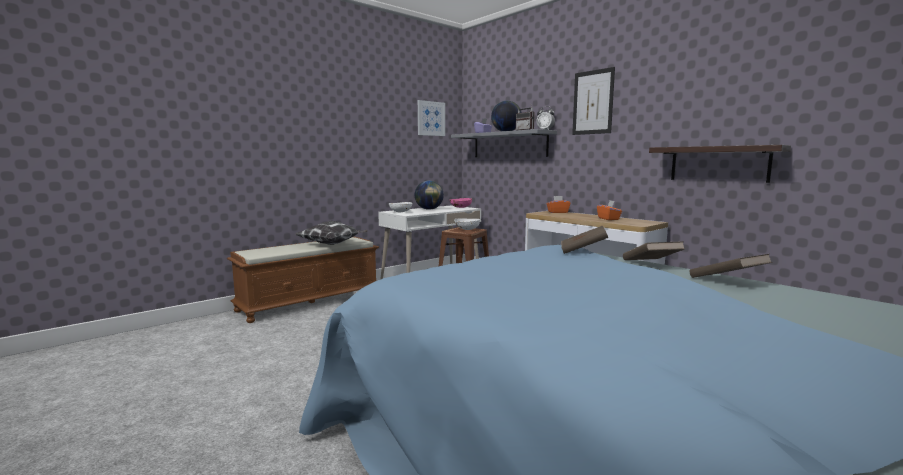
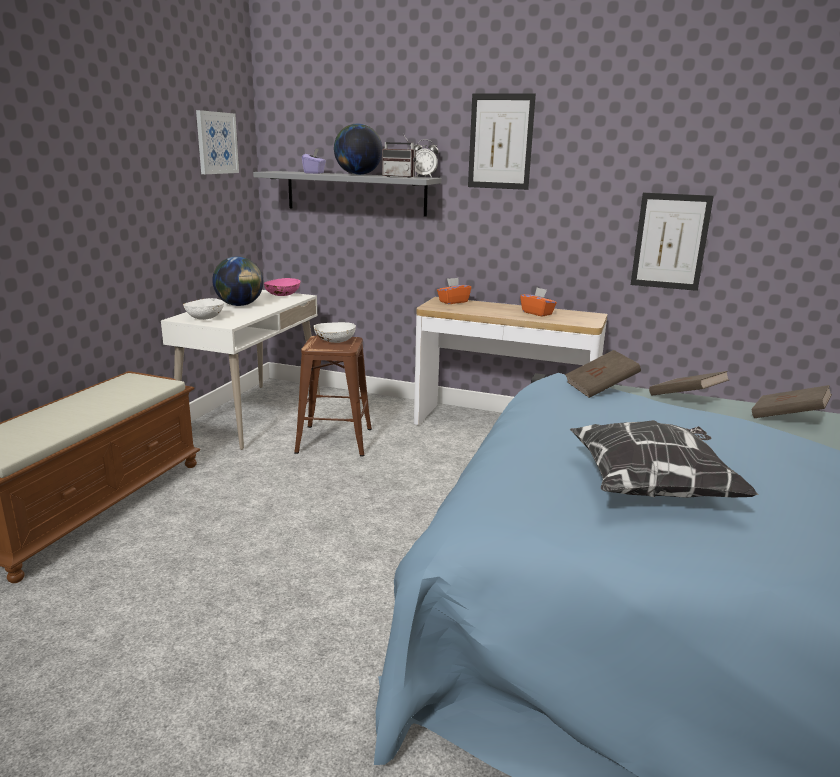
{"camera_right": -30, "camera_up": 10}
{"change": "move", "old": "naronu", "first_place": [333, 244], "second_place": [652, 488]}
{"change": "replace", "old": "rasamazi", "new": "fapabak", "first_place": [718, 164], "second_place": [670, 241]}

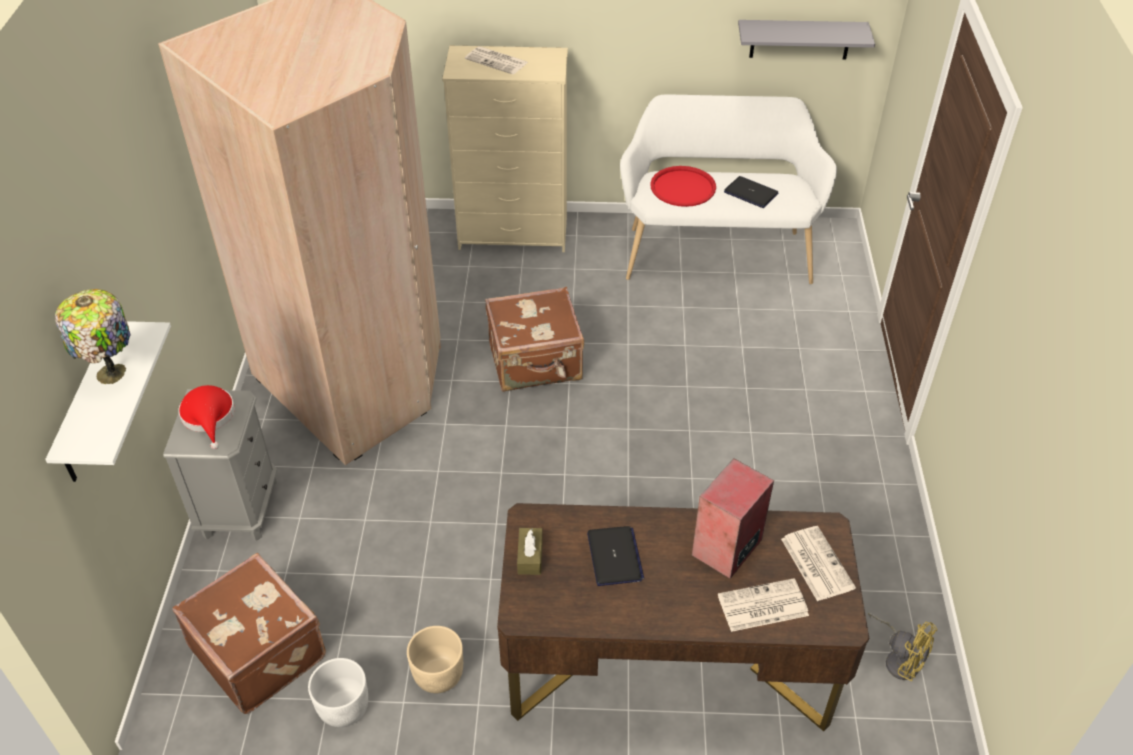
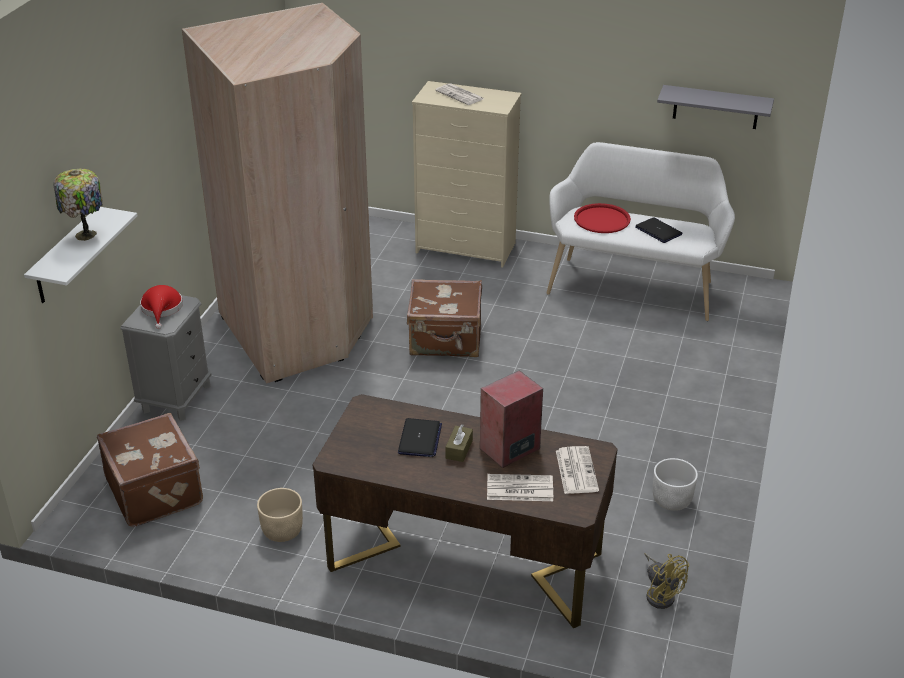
{"camera_right": 15, "camera_up": -10}
{"change": "move", "old": "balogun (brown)", "first_place": [530, 556], "second_place": [459, 449]}
{"change": "move", "old": "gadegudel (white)", "first_place": [343, 707], "second_place": [671, 500]}

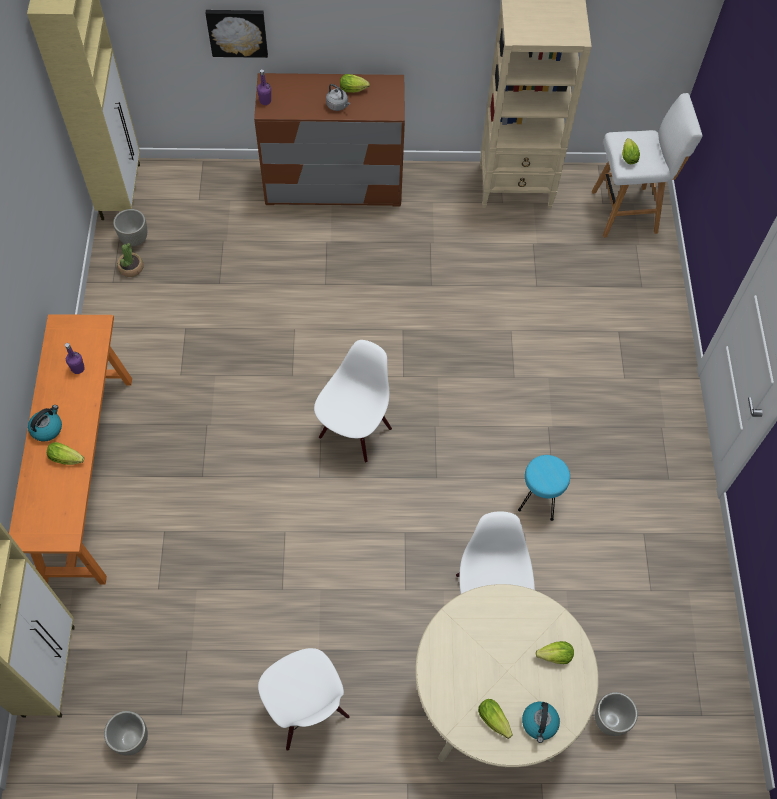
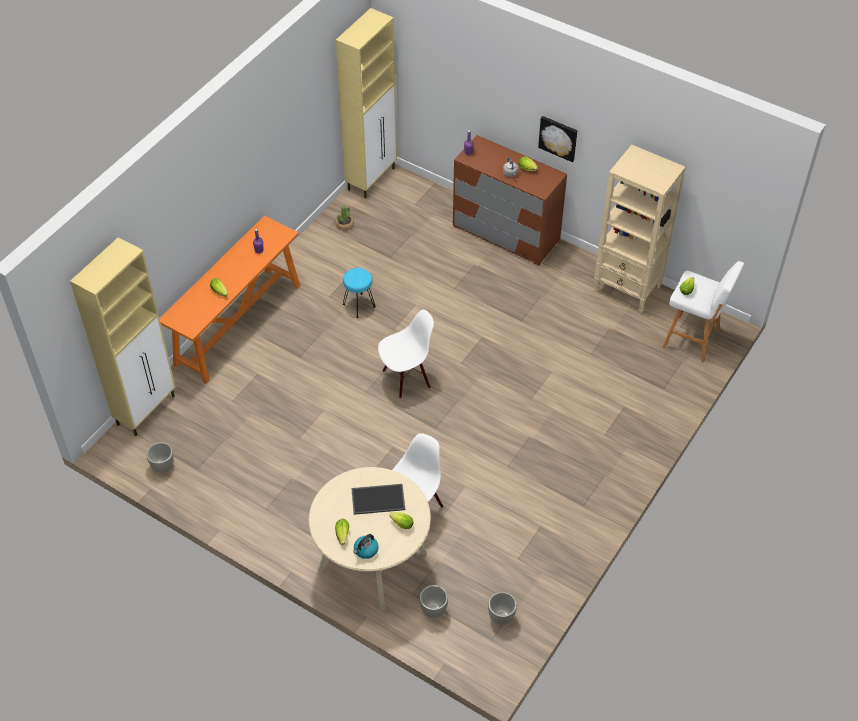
{"camera_right": 35, "camera_up": -10}
{"change": "move", "old": "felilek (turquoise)", "first_place": [538, 499], "second_place": [359, 305]}
{"change": "insert", "new": "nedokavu", "second_place": [378, 498]}
{"change": "move", "old": "gadegudel (grey)", "first_place": [134, 239], "second_place": [501, 617]}
{"change": "move", "old": "fapabak", "first_place": [237, 31], "second_place": [558, 137]}
{"change": "delete", "old": "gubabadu", "first_place": [47, 428]}
{"change": "delete", "old": "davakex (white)", "first_place": [306, 710]}

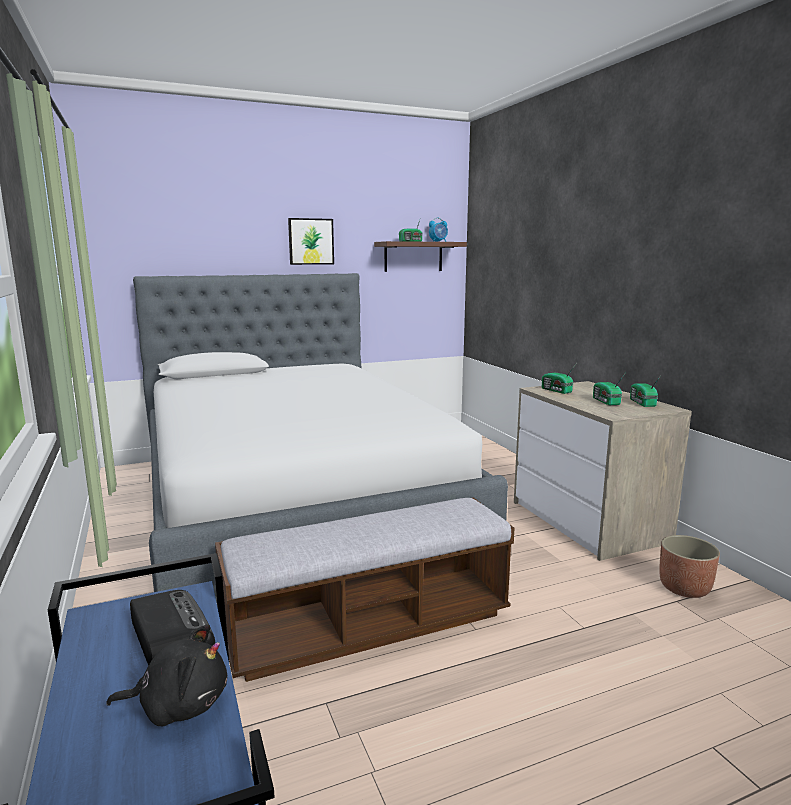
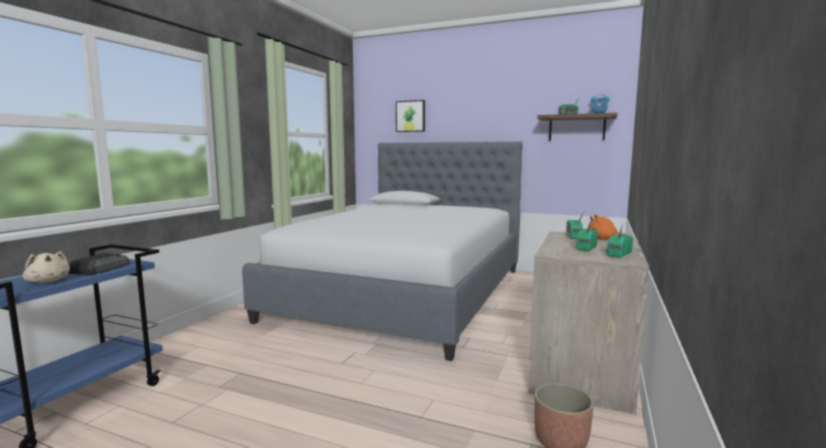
{"camera_right": 45, "camera_up": -5}
{"change": "recolor", "old": "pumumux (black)", "new": "pumumux (beige)", "first_place": [179, 705], "second_place": [48, 281]}
{"change": "move", "old": "fapabak", "first_place": [311, 241], "second_place": [410, 116]}
{"change": "insert", "new": "pumumux (orange)", "second_place": [603, 239]}
{"change": "delete", "old": "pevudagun", "first_place": [370, 626]}

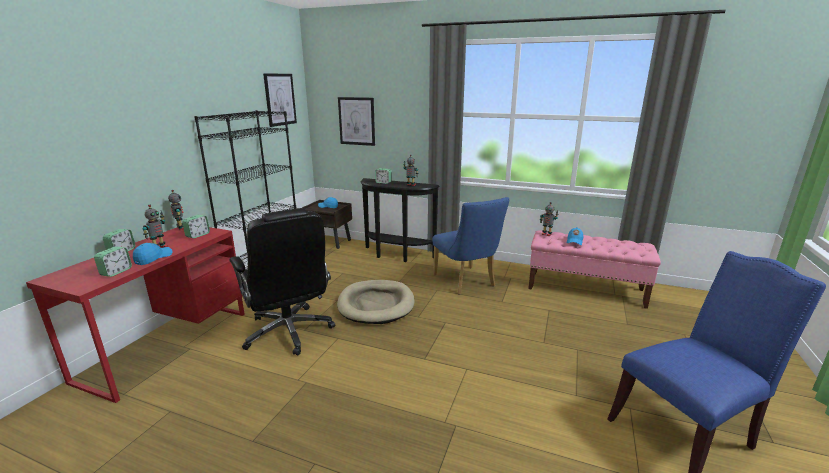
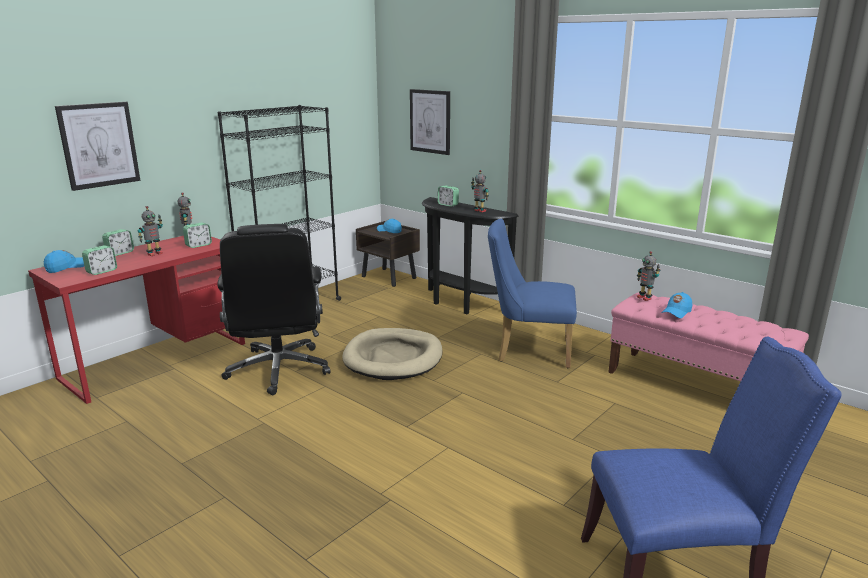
{"camera_right": 20, "camera_up": 0}
{"change": "move", "old": "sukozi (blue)", "first_place": [153, 258], "second_place": [66, 267]}
{"change": "move", "old": "fapabak", "first_place": [280, 99], "second_place": [99, 145]}
{"change": "rotate", "old": "davakex (blue)", "first_place": [466, 282], "second_place": [528, 351], "degrees": 105}

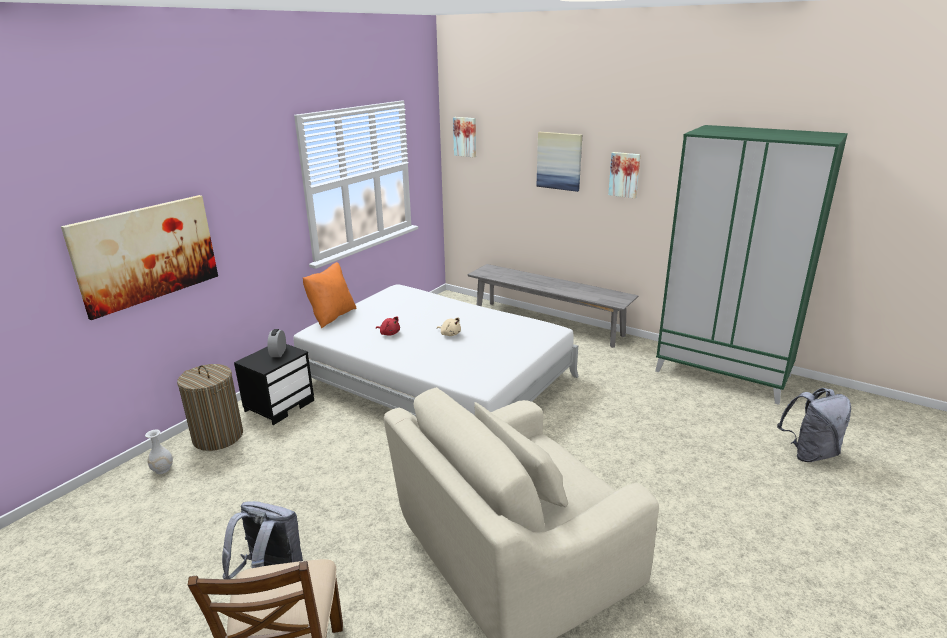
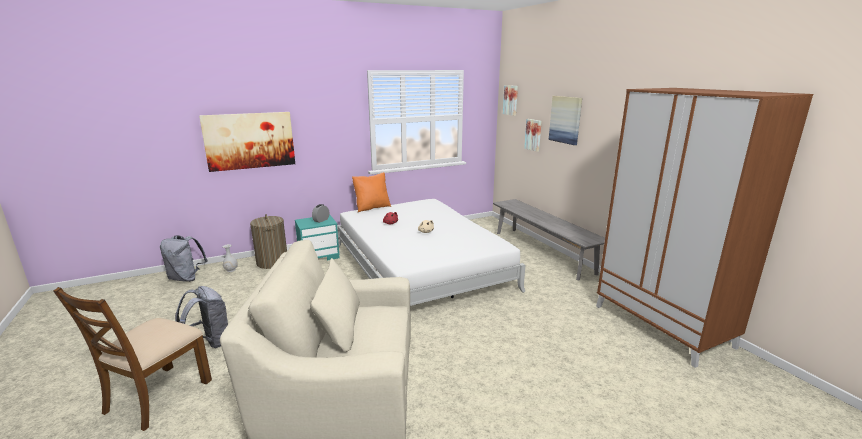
{"camera_right": 30, "camera_up": -5}
{"change": "move", "old": "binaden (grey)", "first_place": [809, 453], "second_place": [186, 278]}
{"change": "recolor", "old": "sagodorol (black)", "new": "sagodorol (turquoise)", "first_place": [280, 405], "second_place": [319, 255]}
{"change": "move", "old": "fapabak", "first_place": [624, 174], "second_place": [533, 135]}
{"change": "recolor", "old": "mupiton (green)", "new": "mupiton (brown)", "first_place": [723, 373], "second_place": [662, 326]}

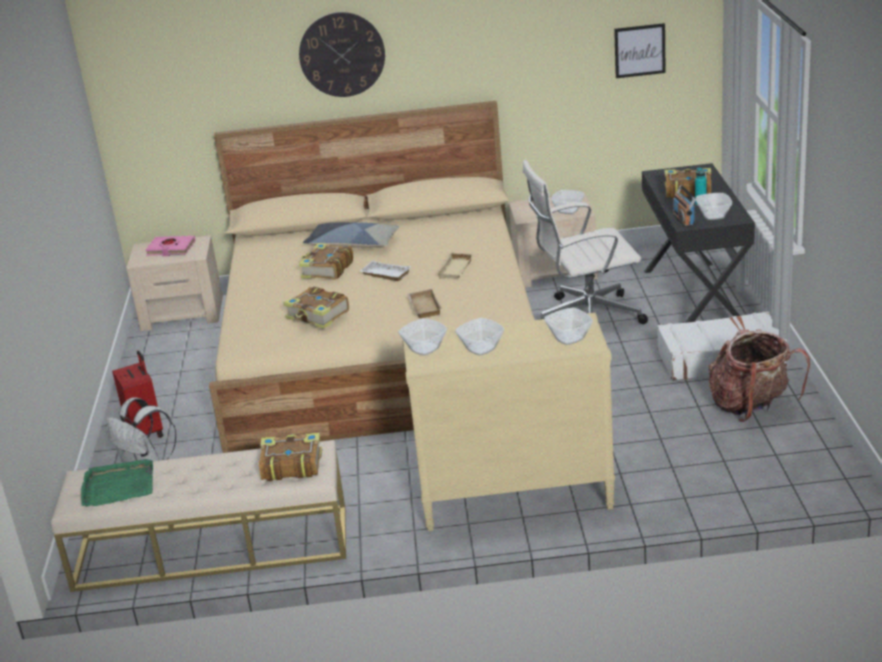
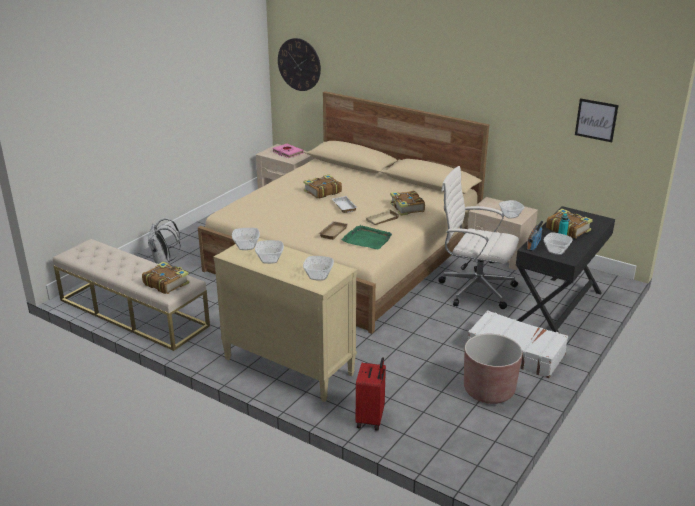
{"camera_right": 35, "camera_up": 0}
{"change": "move", "old": "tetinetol", "first_place": [342, 54], "second_place": [299, 64]}
{"change": "move", "old": "nedokavu (green)", "first_place": [118, 486], "second_place": [367, 239]}
{"change": "move", "old": "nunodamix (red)", "first_place": [146, 431], "second_place": [371, 419]}
{"change": "move", "old": "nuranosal", "first_place": [318, 316], "second_place": [406, 208]}
{"change": "replace", "old": "binaden", "new": "gadegudel (brown)", "first_place": [752, 407], "second_place": [489, 390]}
{"change": "delete", "old": "naronu", "first_place": [352, 244]}

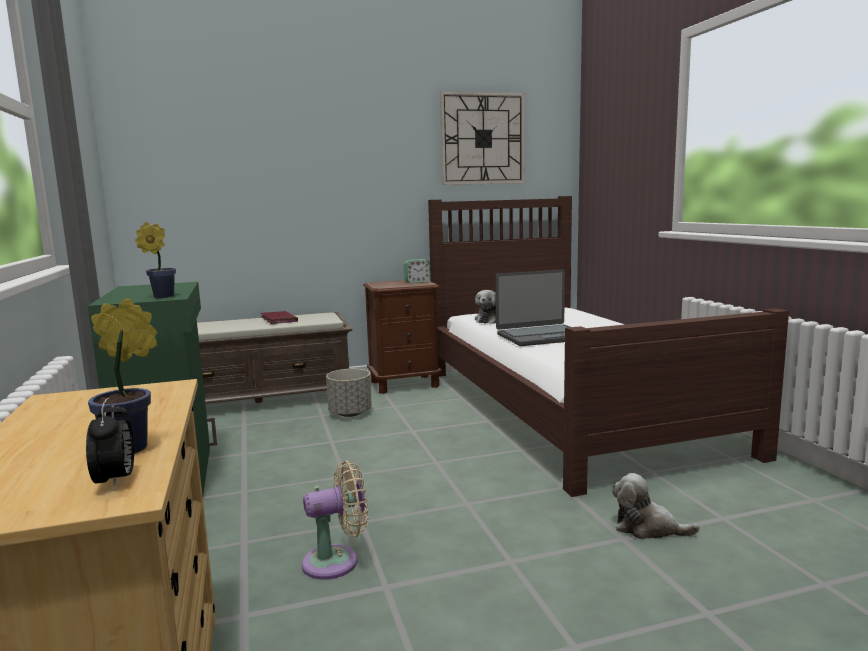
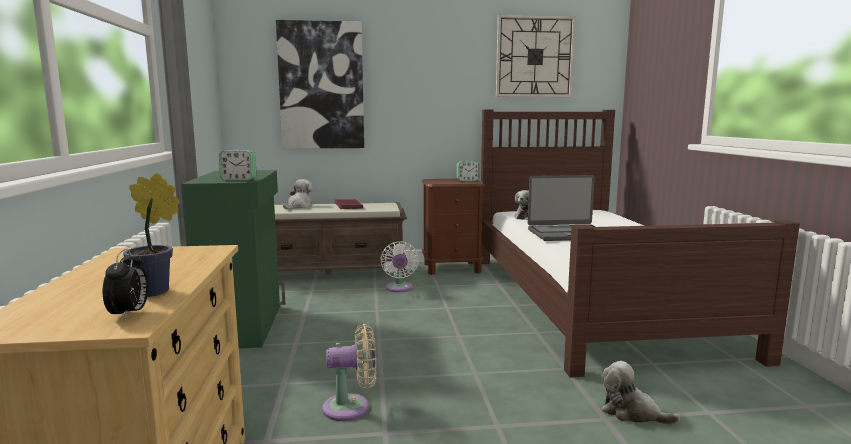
{"camera_right": 10, "camera_up": 0}
{"change": "replace", "old": "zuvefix", "new": "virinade", "first_place": [161, 296], "second_place": [239, 180]}
{"change": "insert", "new": "fapabak", "second_place": [321, 86]}
{"change": "insert", "new": "pumumux", "second_place": [299, 206]}
{"change": "replace", "old": "gadegudel (grey)", "new": "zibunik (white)", "first_place": [350, 413], "second_place": [399, 288]}

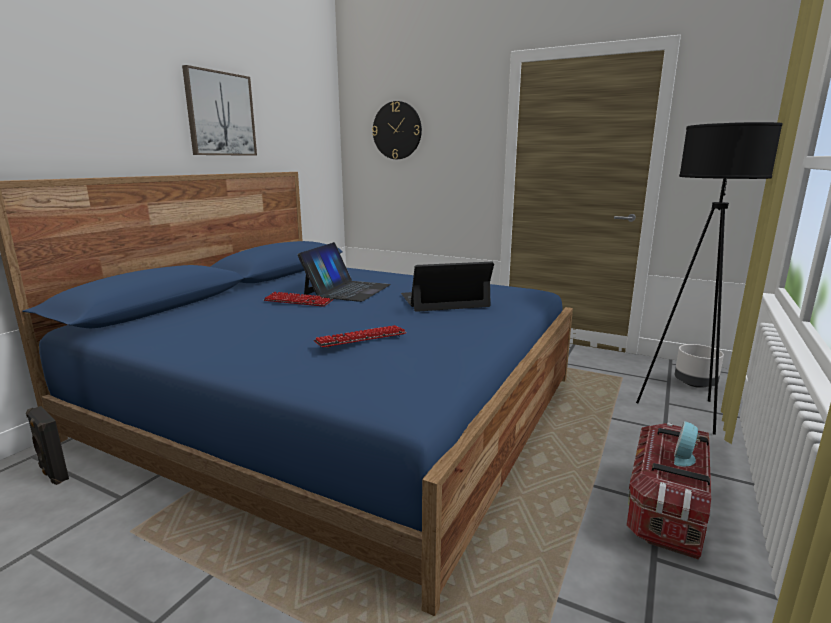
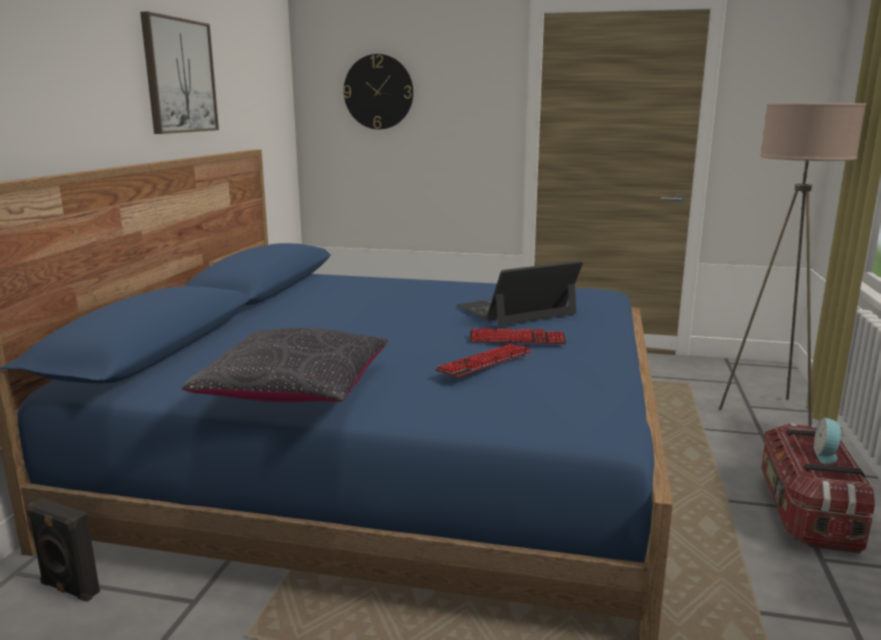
{"camera_right": -15, "camera_up": 0}
{"change": "insert", "new": "naronu (black)", "second_place": [295, 390]}
{"change": "move", "old": "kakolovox", "first_place": [298, 301], "second_place": [517, 339]}
{"change": "recolor", "old": "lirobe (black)", "new": "lirobe (beige)", "first_place": [685, 411], "second_place": [771, 413]}
{"change": "delete", "old": "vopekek", "first_place": [347, 290]}
{"change": "delete", "old": "gadegudel (grey)", "first_place": [694, 384]}

